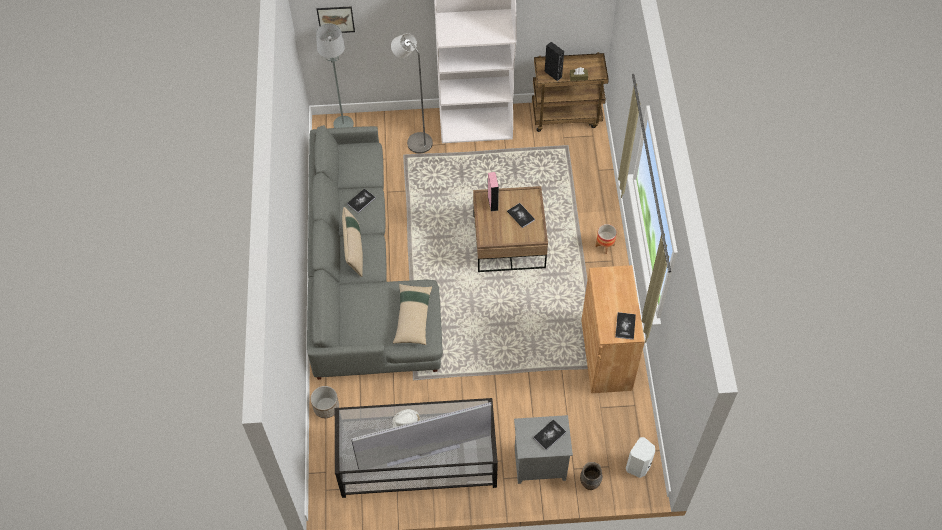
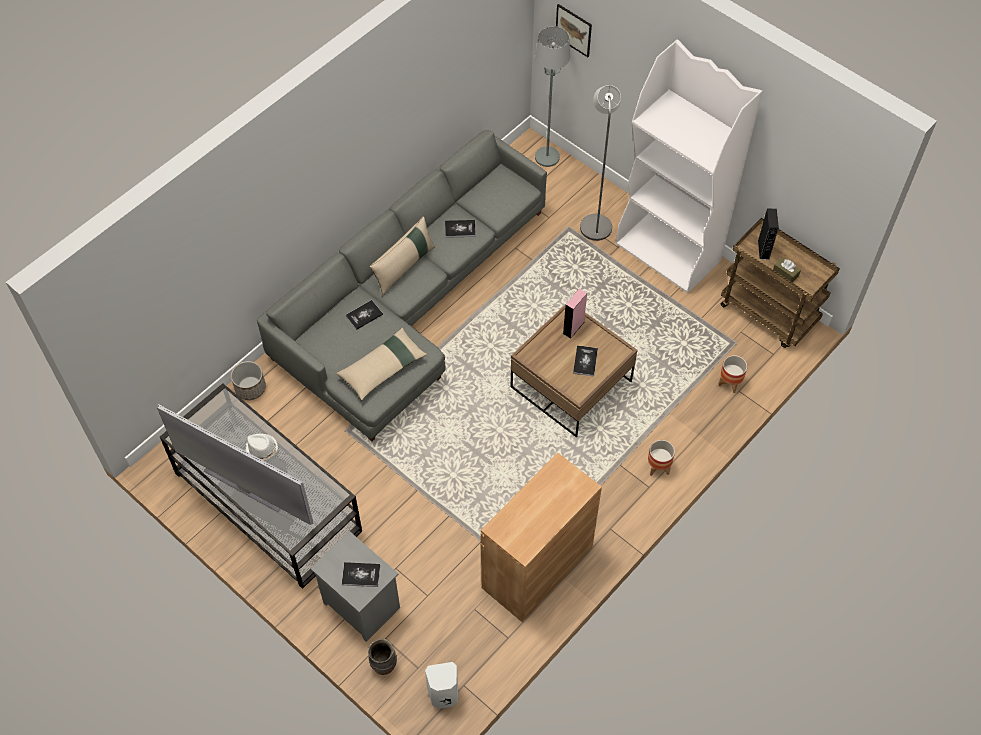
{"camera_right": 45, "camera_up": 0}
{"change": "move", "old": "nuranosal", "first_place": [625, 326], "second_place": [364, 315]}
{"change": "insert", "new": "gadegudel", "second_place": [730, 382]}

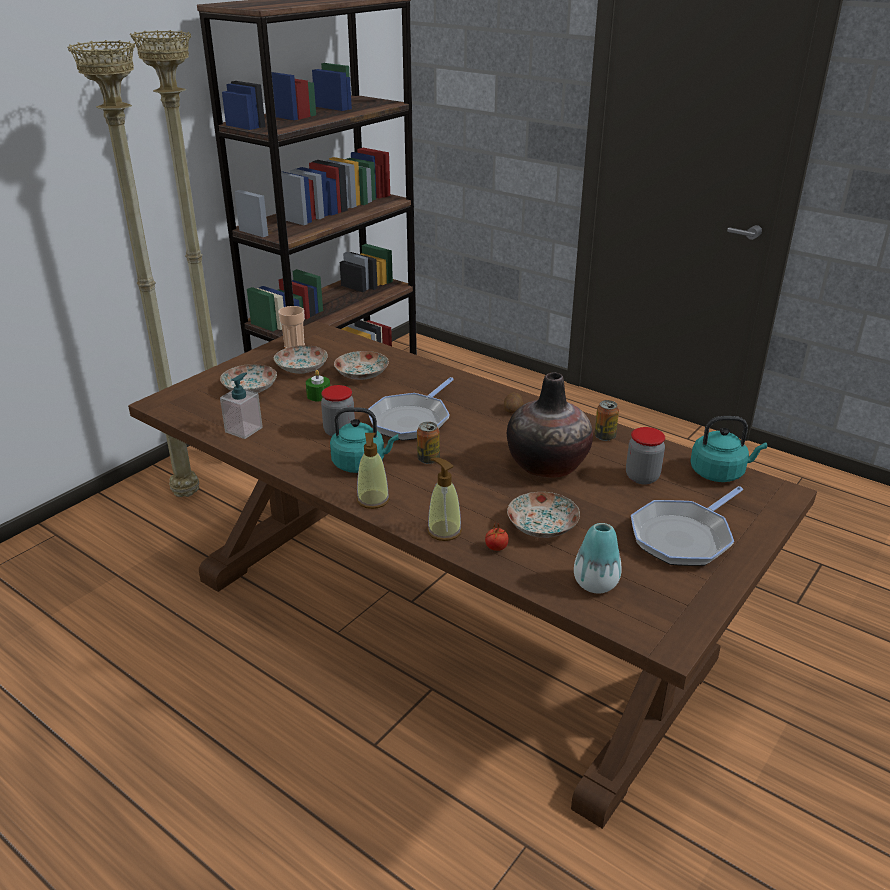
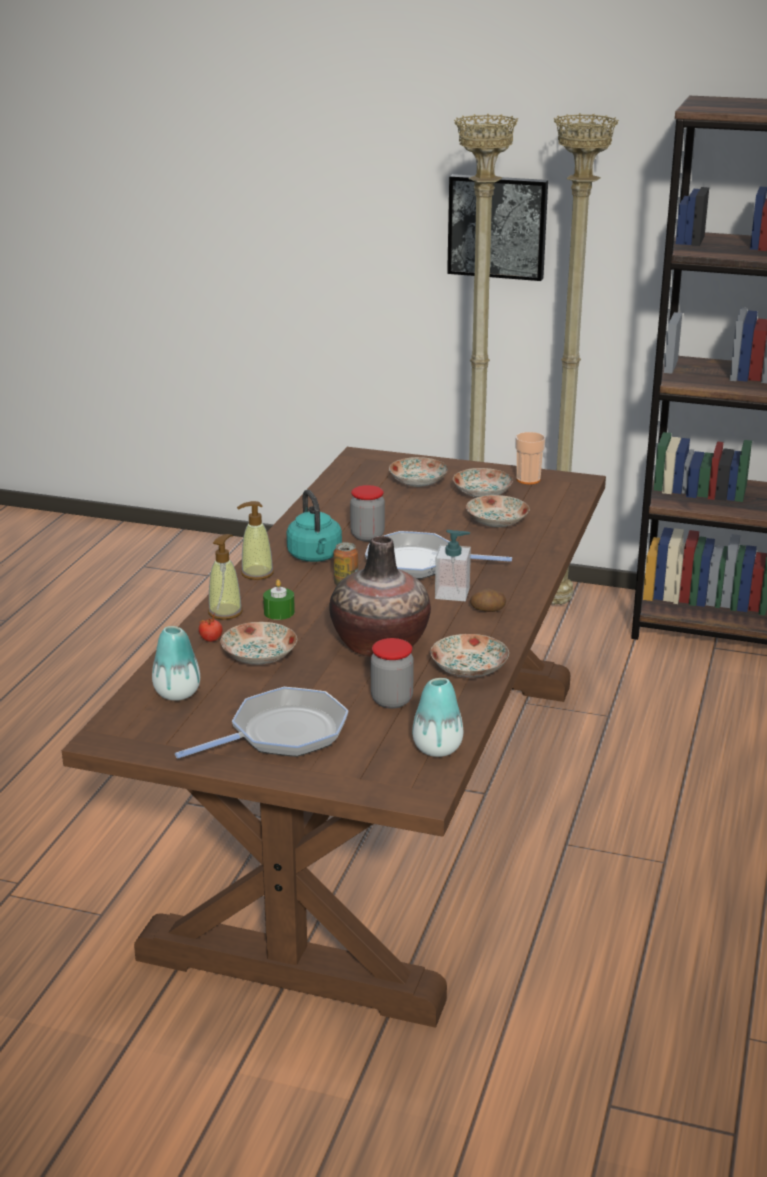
{"camera_right": 70, "camera_up": -5}
{"change": "rotate", "old": "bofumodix", "first_place": [683, 537], "second_place": [283, 734], "degrees": 120}
{"change": "move", "old": "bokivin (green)", "first_place": [318, 395], "second_place": [279, 612]}
{"change": "replace", "old": "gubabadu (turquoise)", "new": "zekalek", "first_place": [720, 473], "second_place": [437, 748]}
{"change": "replace", "old": "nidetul", "new": "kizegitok", "first_place": [604, 437], "second_place": [469, 669]}
{"change": "move", "old": "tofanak", "first_place": [244, 430], "second_place": [452, 593]}
{"change": "insert", "new": "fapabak", "second_place": [498, 226]}

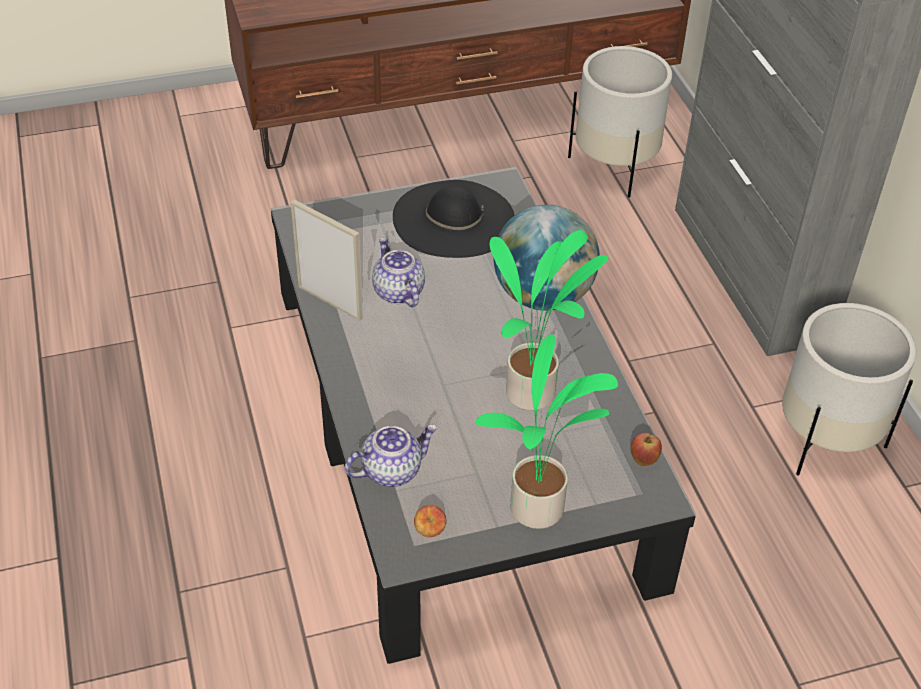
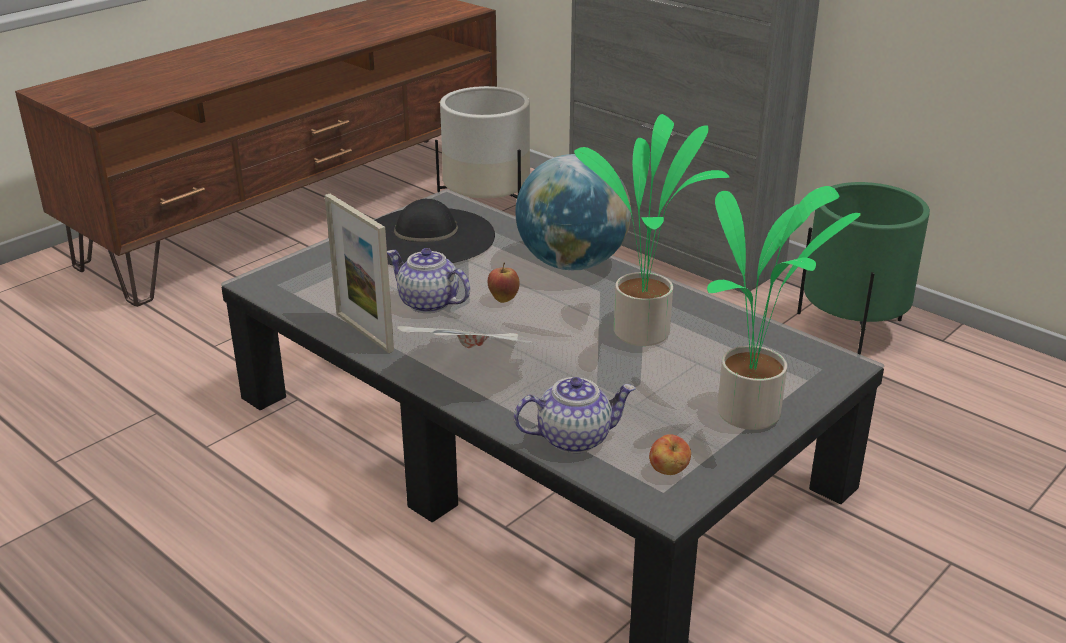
{"camera_right": -30, "camera_up": -15}
{"change": "rotate", "old": "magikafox", "first_place": [330, 302], "second_place": [364, 332], "degrees": -135}
{"change": "insert", "new": "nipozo", "second_place": [473, 366]}
{"change": "move", "old": "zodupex", "first_place": [643, 460], "second_place": [503, 299]}
{"change": "rotate", "old": "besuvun", "first_place": [392, 470], "second_place": [574, 438], "degrees": 45}
{"change": "recolor", "old": "gadegudel (white)", "new": "gadegudel (green)", "first_place": [825, 439], "second_place": [851, 331]}

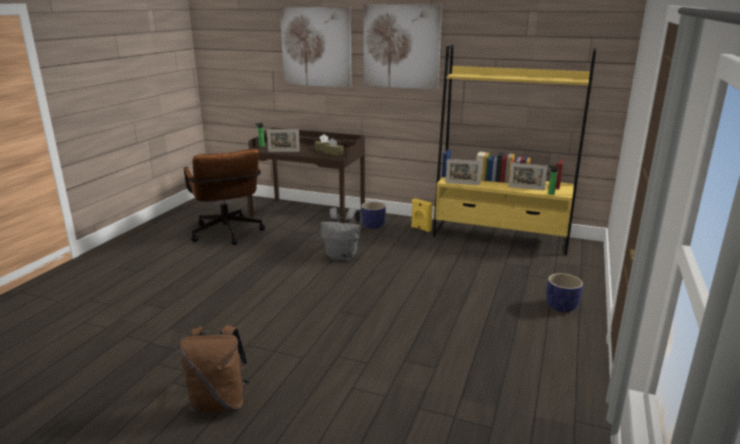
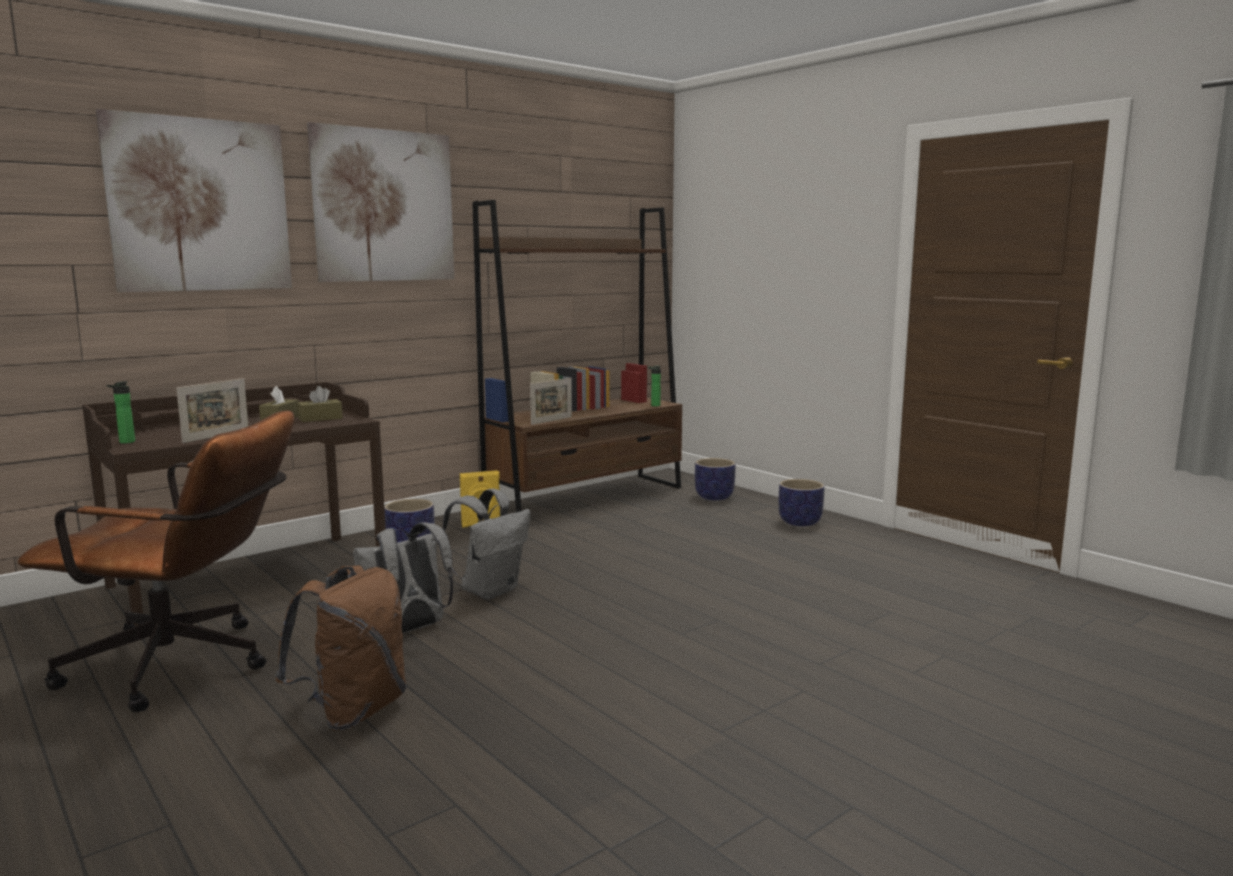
{"camera_right": -60, "camera_up": -10}
{"change": "move", "old": "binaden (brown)", "first_place": [220, 402], "second_place": [353, 711]}
{"change": "insert", "new": "binaden (grey)", "second_place": [409, 630]}
{"change": "recolor", "old": "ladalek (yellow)", "new": "ladalek (brown)", "first_place": [500, 237], "second_place": [586, 498]}
{"change": "insert", "new": "gadegudel", "second_place": [714, 497]}
{"change": "delete", "old": "magikafox", "first_place": [526, 188]}

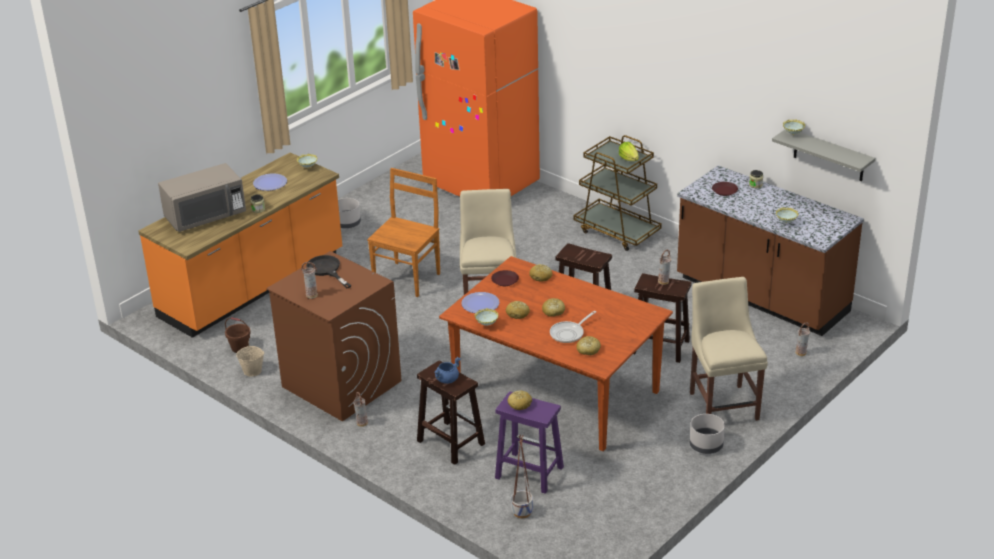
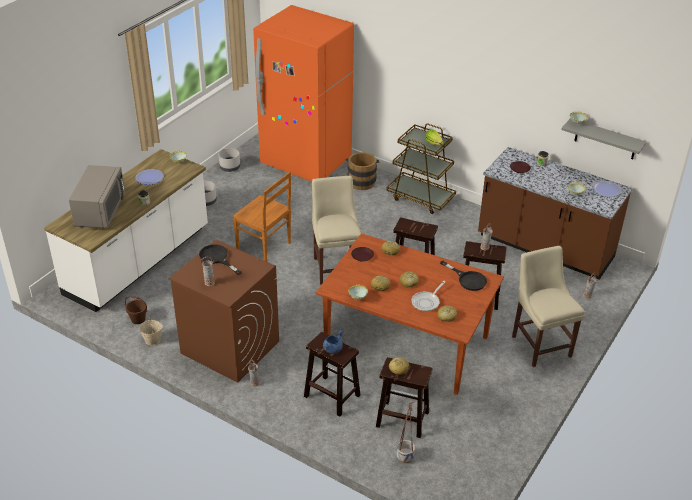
{"camera_right": -10, "camera_up": 5}
{"change": "recolor", "old": "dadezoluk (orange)", "new": "dadezoluk (white)", "first_place": [253, 286], "second_place": [139, 261]}
{"change": "rotate", "old": "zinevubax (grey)", "first_place": [205, 217], "second_place": [100, 211], "degrees": -45}
{"change": "move", "old": "gadegudel (grey)", "first_place": [706, 445], "second_place": [230, 167]}
{"change": "rotate", "old": "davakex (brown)", "first_place": [408, 278], "second_place": [265, 247], "degrees": 105}
{"change": "insert", "new": "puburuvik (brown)", "second_place": [361, 181]}
{"change": "recolor", "old": "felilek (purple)", "new": "felilek (brown)", "first_place": [528, 472], "second_place": [401, 419]}
{"change": "insert", "new": "bofumodix (black)", "second_place": [468, 279]}
{"change": "move", "old": "kizegitok", "first_place": [480, 304], "second_place": [606, 190]}

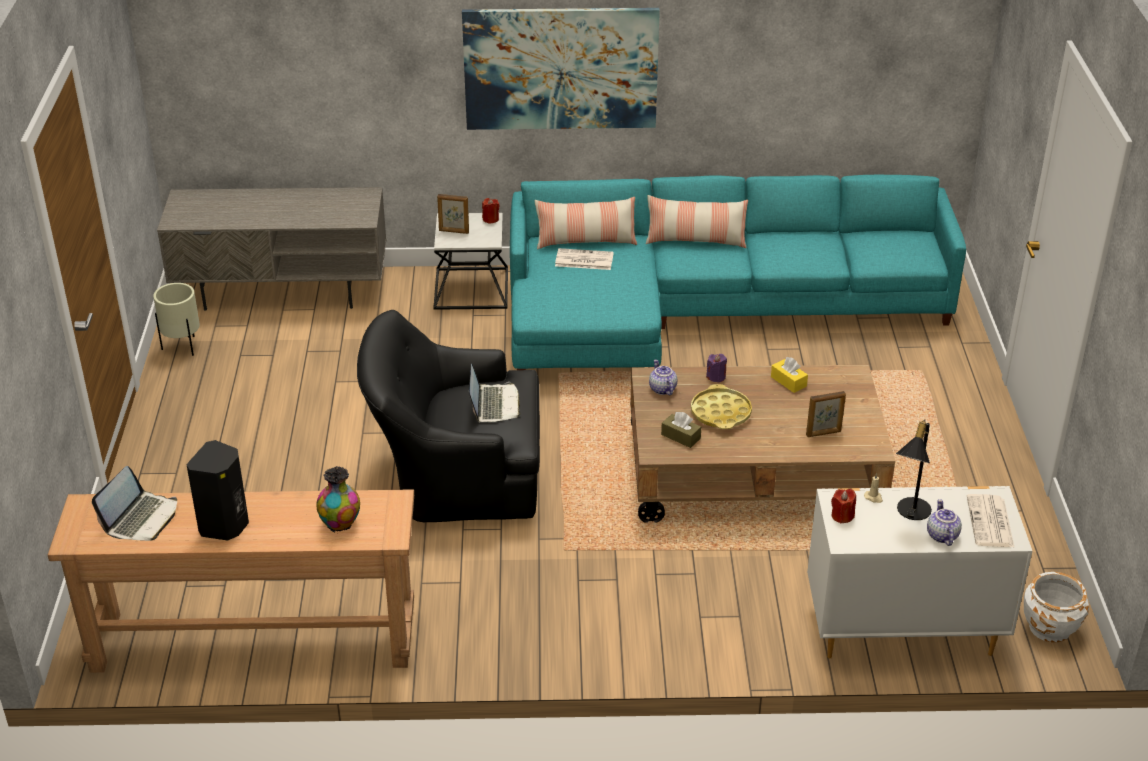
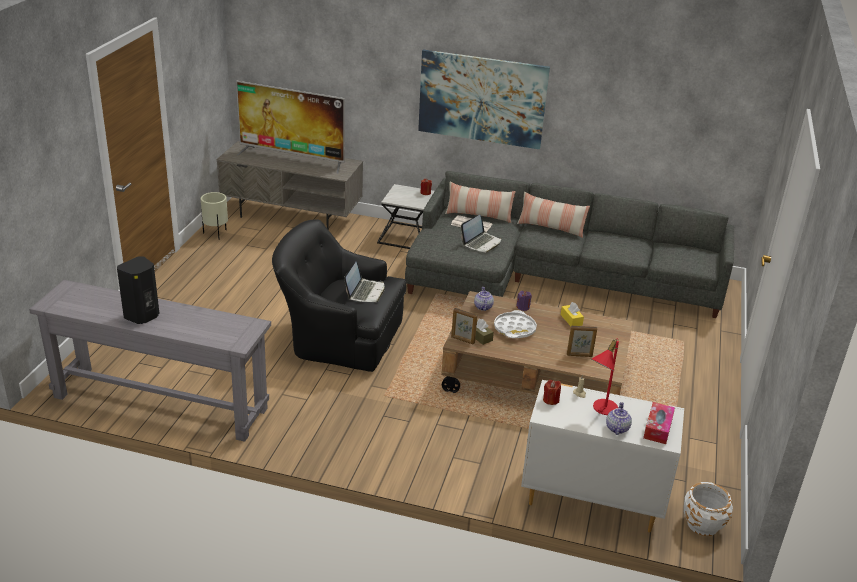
{"camera_right": 15, "camera_up": -5}
{"change": "recolor", "old": "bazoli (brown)", "new": "bazoli (grey)", "first_place": [254, 640], "second_place": [160, 402]}
{"change": "insert", "new": "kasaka", "second_place": [292, 159]}
{"change": "recolor", "old": "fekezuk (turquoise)", "new": "fekezuk (grey)", "first_place": [704, 309], "second_place": [551, 276]}
{"change": "move", "old": "magikafox", "first_place": [454, 231], "second_place": [462, 340]}
{"change": "move", "old": "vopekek", "first_place": [141, 518], "second_place": [481, 243]}
{"change": "recolor", "old": "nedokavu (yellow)", "new": "nedokavu (white)", "first_place": [721, 413], "second_place": [514, 329]}
{"change": "recolor", "old": "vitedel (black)", "new": "vitedel (red)", "first_place": [909, 512], "second_place": [601, 408]}
{"change": "replace", "old": "nipozo", "new": "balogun", "first_place": [990, 522], "second_place": [658, 428]}
{"change": "delete", "old": "zekalek", "first_place": [340, 524]}

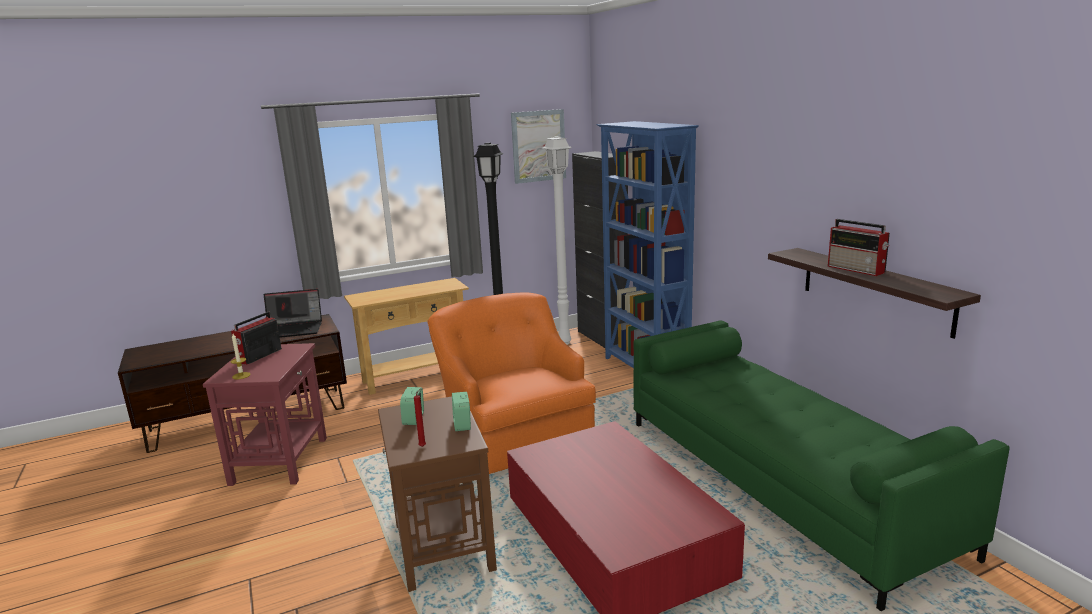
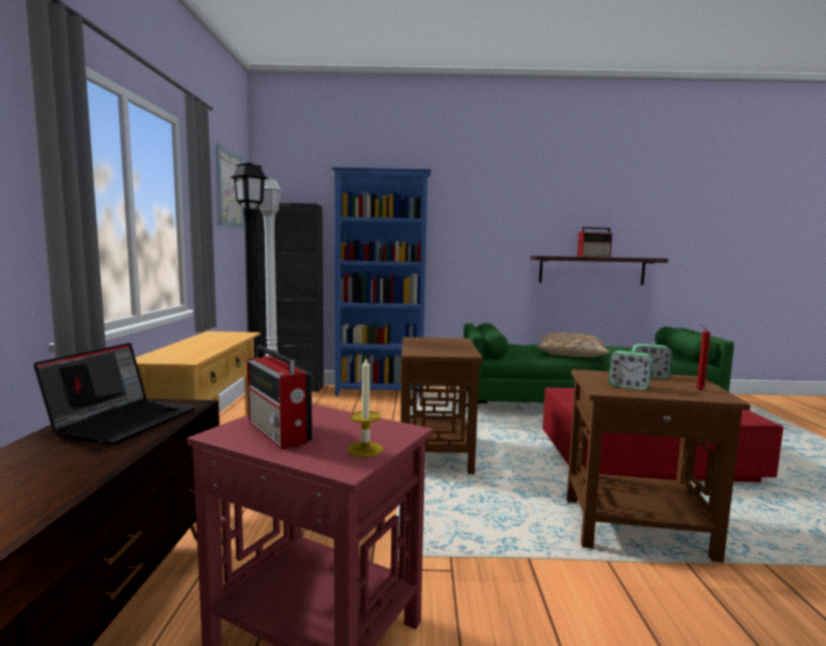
{"camera_right": -65, "camera_up": -10}
{"change": "replace", "old": "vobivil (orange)", "new": "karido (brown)", "first_place": [515, 434], "second_place": [435, 454]}
{"change": "insert", "new": "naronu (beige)", "second_place": [571, 354]}

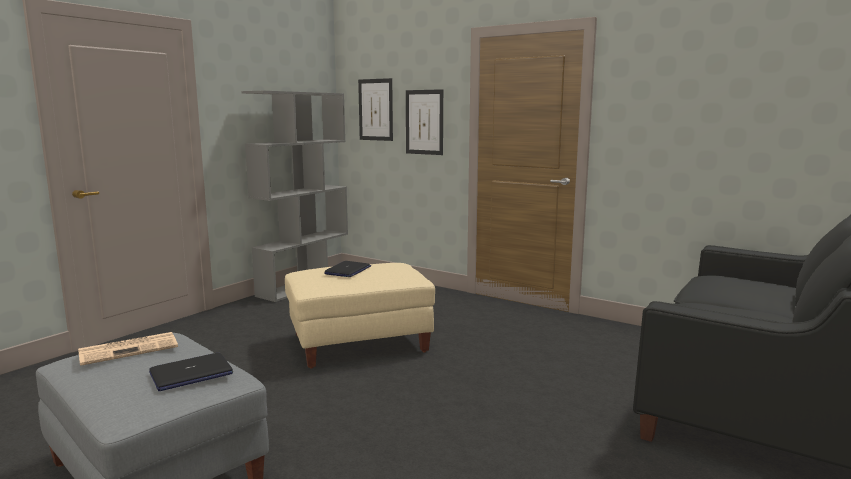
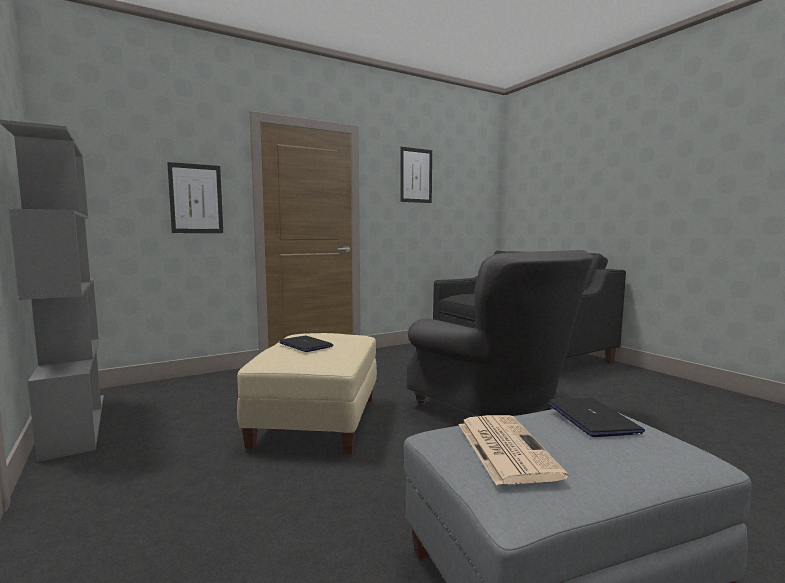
{"camera_right": -65, "camera_up": -5}
{"change": "move", "old": "fapabak", "first_place": [375, 109], "second_place": [416, 175]}
{"change": "insert", "new": "vobivil (grey)", "second_place": [495, 412]}

